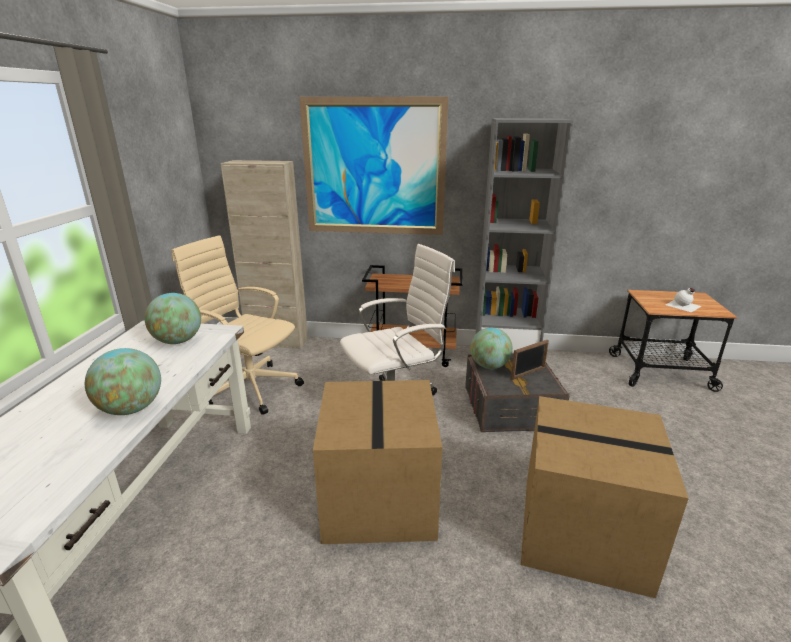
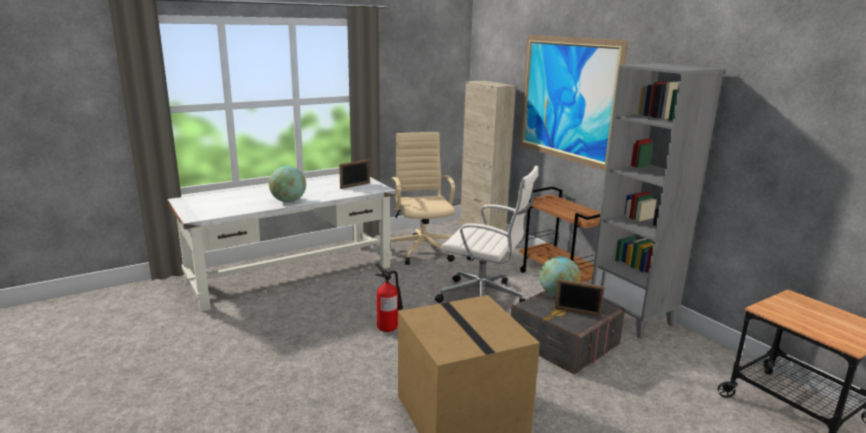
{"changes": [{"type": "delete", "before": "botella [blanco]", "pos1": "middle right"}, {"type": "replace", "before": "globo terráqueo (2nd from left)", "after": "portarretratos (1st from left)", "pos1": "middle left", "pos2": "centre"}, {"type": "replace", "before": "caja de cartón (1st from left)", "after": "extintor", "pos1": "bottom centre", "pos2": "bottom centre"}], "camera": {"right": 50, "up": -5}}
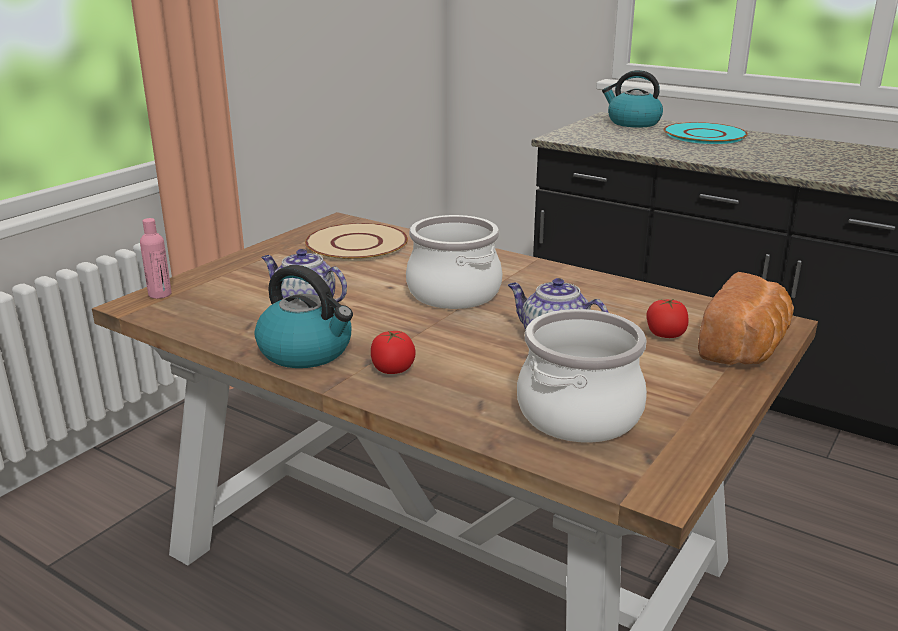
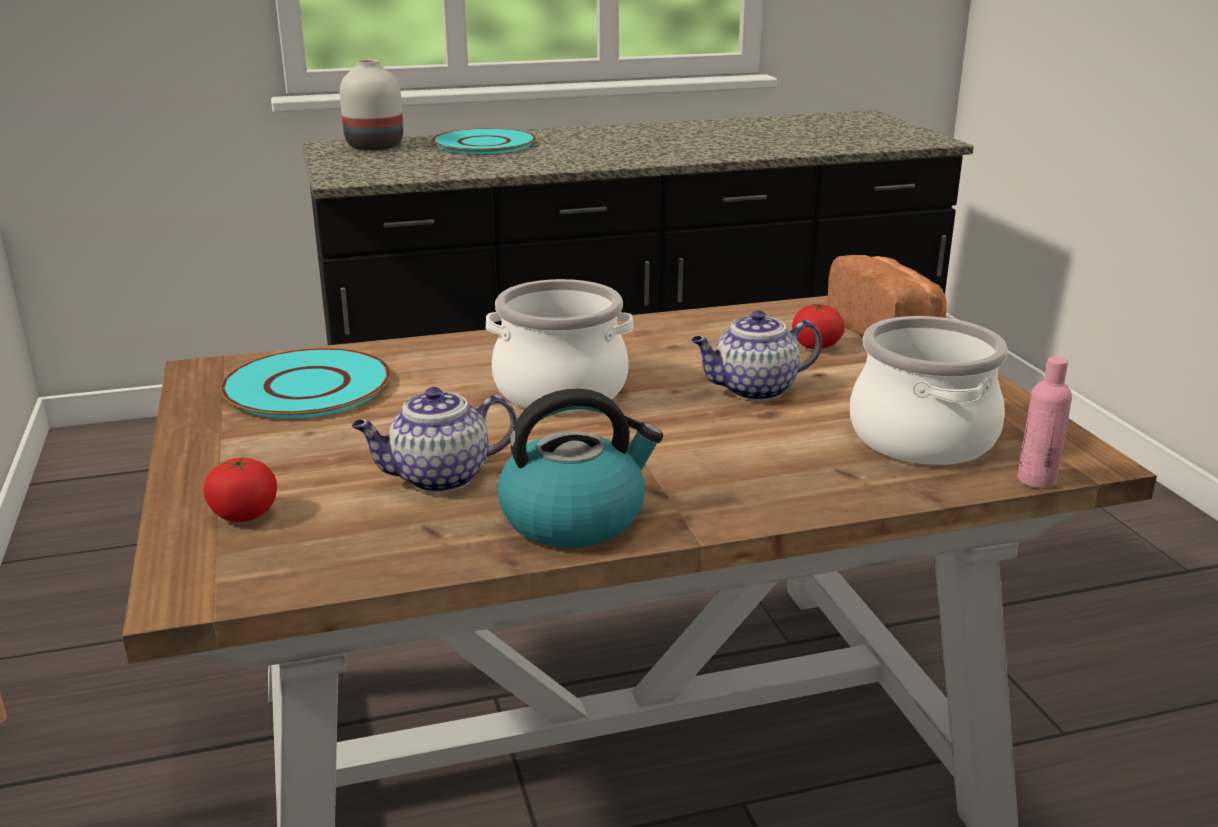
{"changes": [{"type": "replace", "before": "hervidor (2nd from left)", "after": "florero [blanco]", "pos1": "top right", "pos2": "top left"}, {"type": "move", "before": "botella [rosa]", "pos1": "middle left", "pos2": "middle right"}, {"type": "recolor", "before": "plato [beis]", "after": "plato [turquesa] (1st from left)", "pos1": "centre", "pos2": "middle left"}, {"type": "move", "before": "tomate (1st from left)", "pos1": "centre", "pos2": "middle left"}], "camera": {"right": -50, "up": 0}}
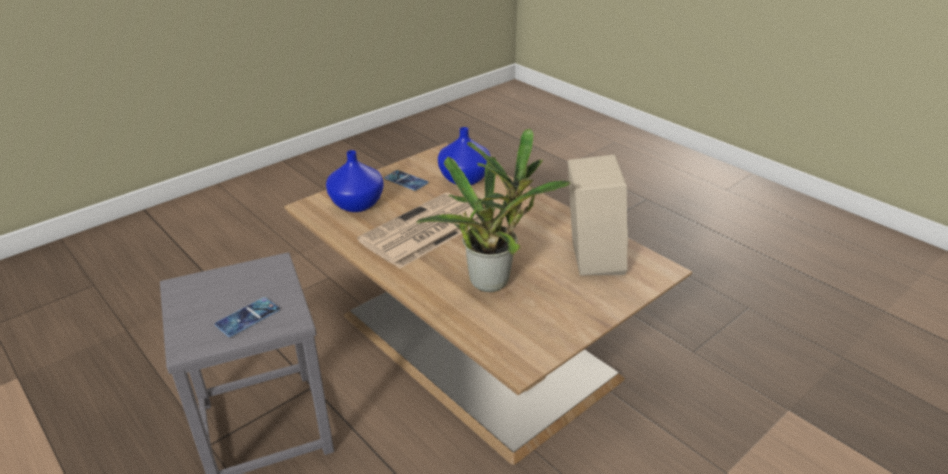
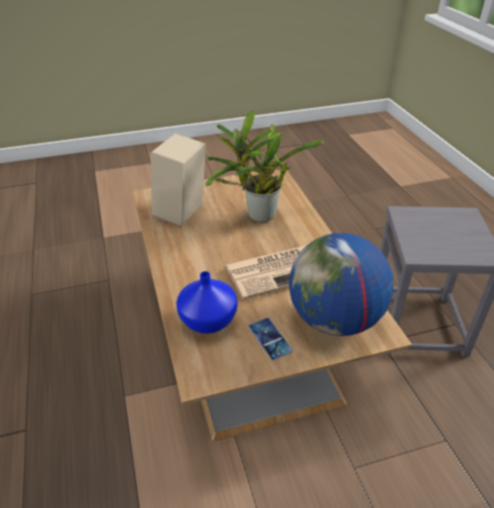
{"changes": [{"type": "replace", "before": "florero [azul] (1st from left)", "after": "globo terráqueo", "pos1": "centre", "pos2": "middle right"}, {"type": "delete", "before": "móvil (1st from left)", "pos1": "bottom left"}], "camera": {"right": -155, "up": 5}}
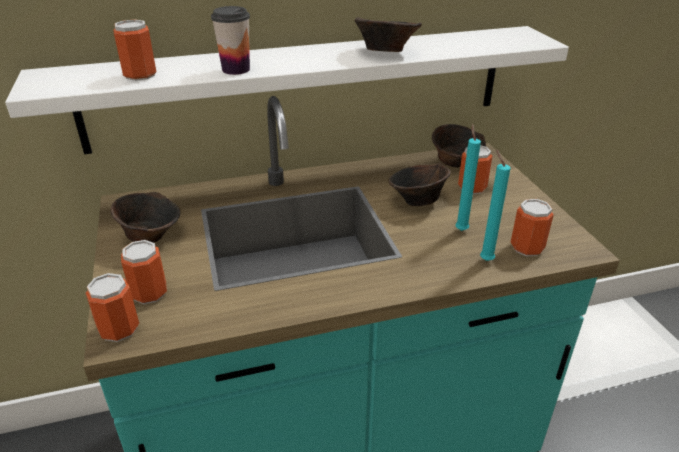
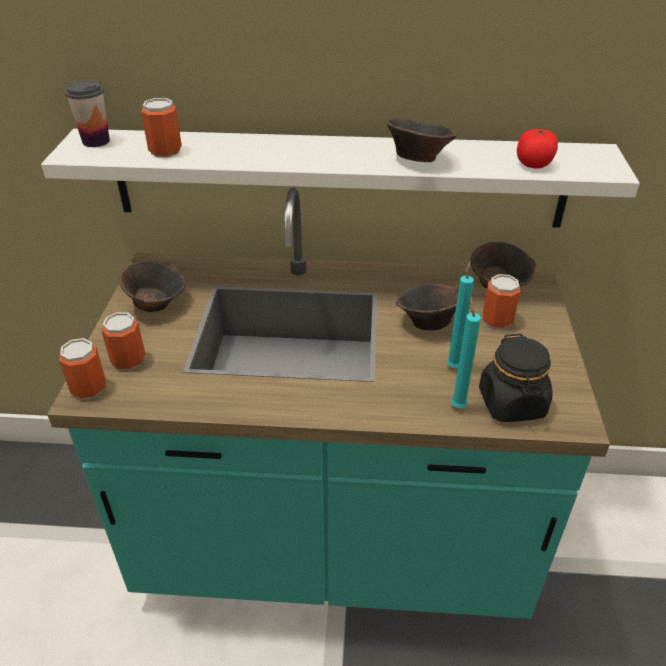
{"changes": [{"type": "move", "before": "taza", "pos1": "top centre", "pos2": "top left"}, {"type": "replace", "before": "lata (5th from left)", "after": "tarro [negro]", "pos1": "middle right", "pos2": "middle right"}, {"type": "insert", "after": "tomate", "pos2": "top right"}], "camera": {"right": 20, "up": 5}}
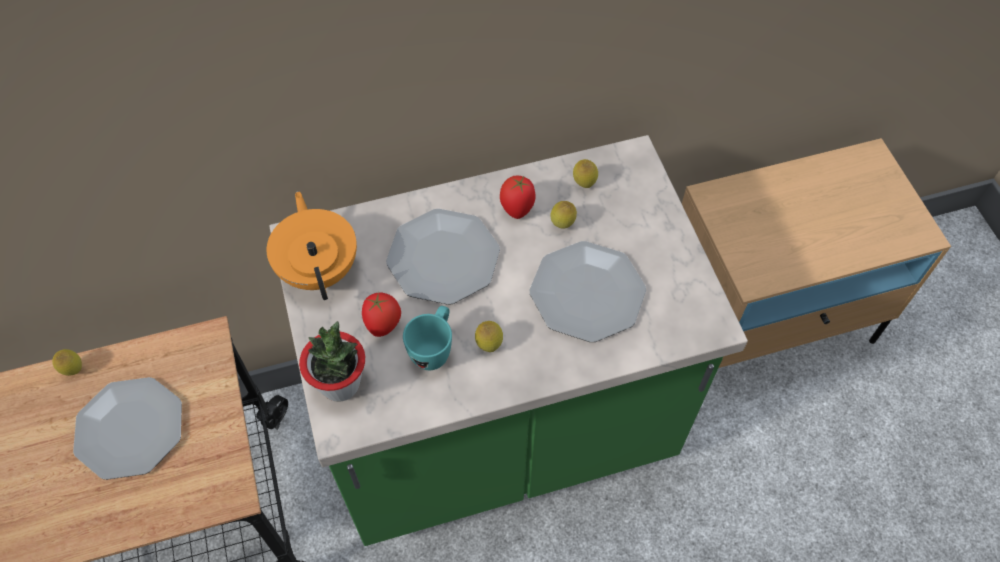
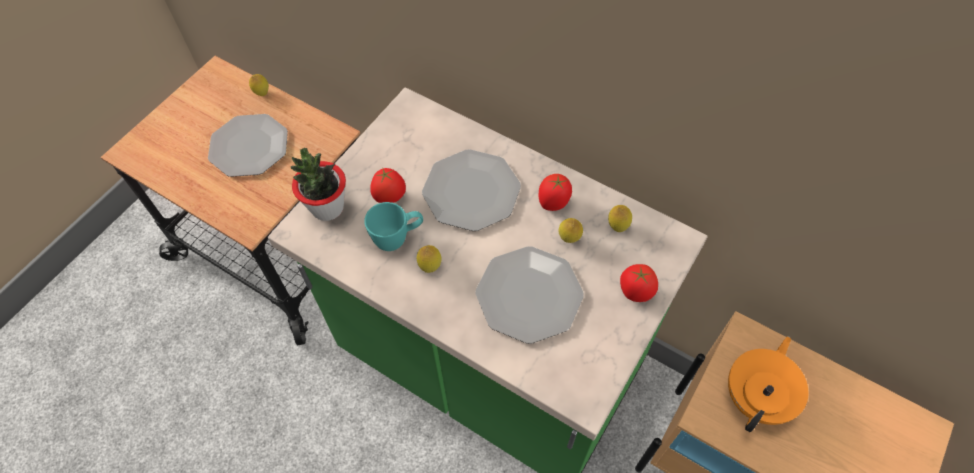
{"changes": [{"type": "move", "before": "tetera [naranja]", "pos1": "middle left", "pos2": "bottom right"}, {"type": "insert", "after": "tomate (3rd from left)", "pos2": "centre"}], "camera": {"right": 50, "up": 0}}
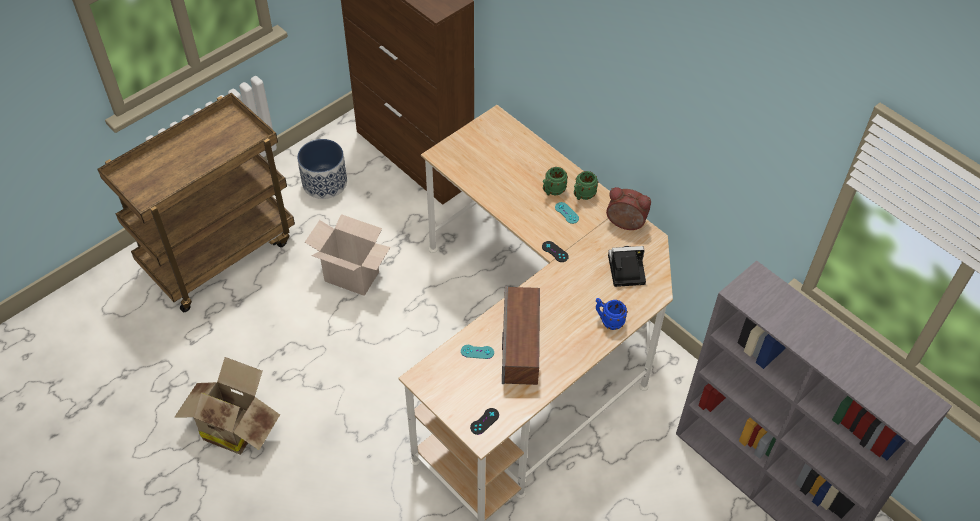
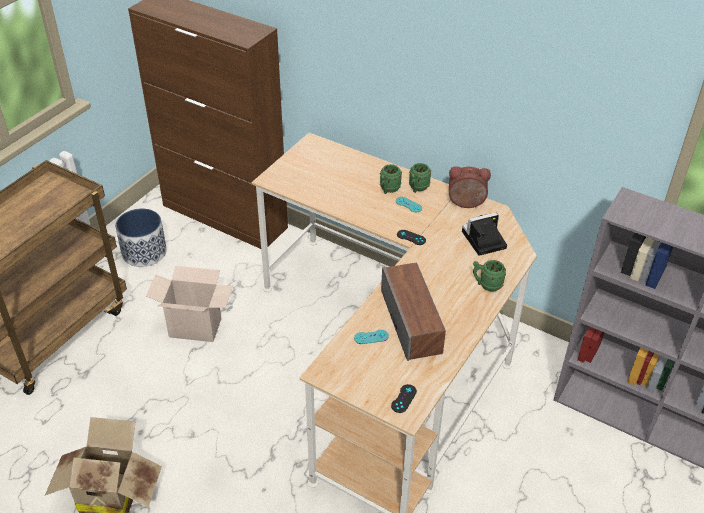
{"changes": [{"type": "recolor", "before": "taza grande [azul]", "after": "taza grande [verde] (3rd from left)", "pos1": "centre", "pos2": "middle right"}], "camera": {"right": -15, "up": -10}}
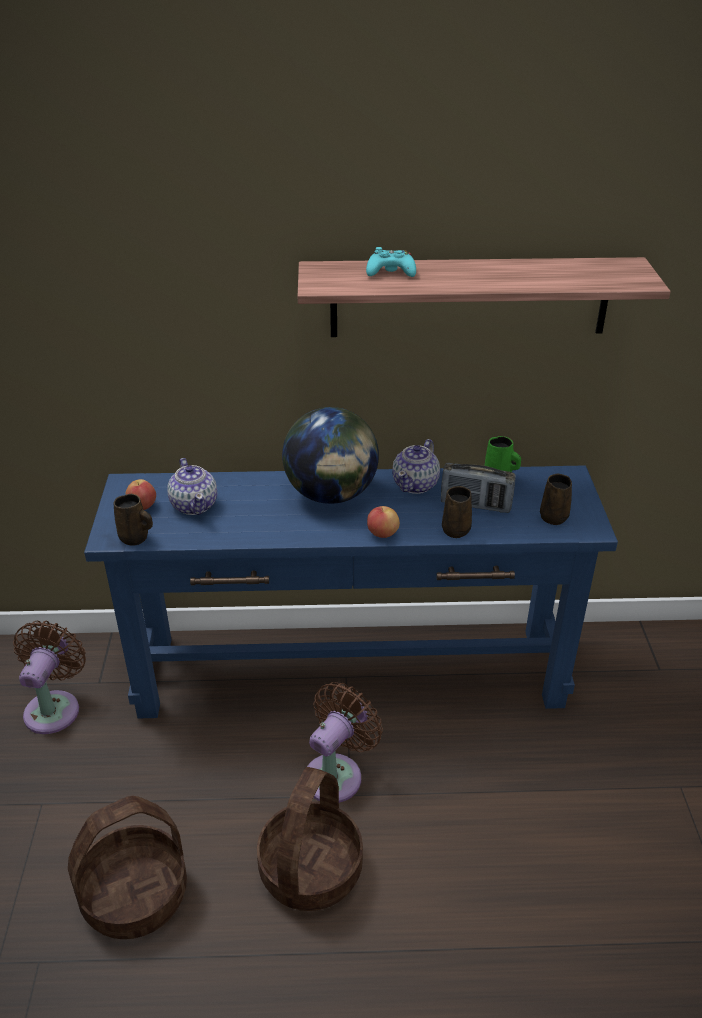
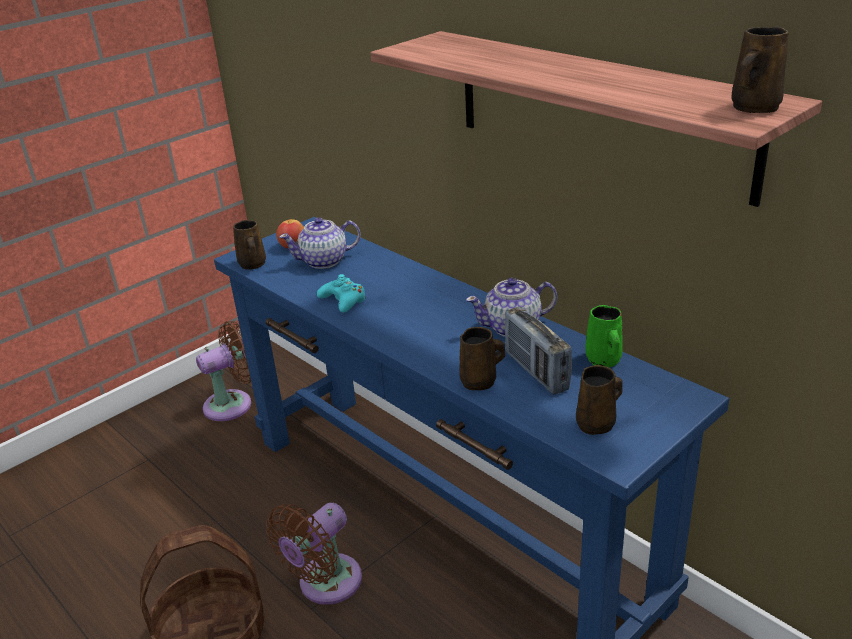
{"changes": [{"type": "move", "before": "mando de consola [turquesa]", "pos1": "top centre", "pos2": "centre"}, {"type": "delete", "before": "globo terráqueo", "pos1": "centre"}, {"type": "rotate", "before": "tetera (1st from left)", "pos1": "middle left", "pos2": "centre", "turn": 45}, {"type": "delete", "before": "manzana (2nd from left)", "pos1": "centre"}, {"type": "rotate", "before": "ventilador [marrón] (2nd from left)", "pos1": "bottom centre", "pos2": "bottom centre", "turn": 135}, {"type": "delete", "before": "cesta (1st from left)", "pos1": "bottom left"}, {"type": "insert", "after": "taza grande [marrón] (4th from left)", "pos2": "top right"}], "camera": {"right": 50, "up": -5}}
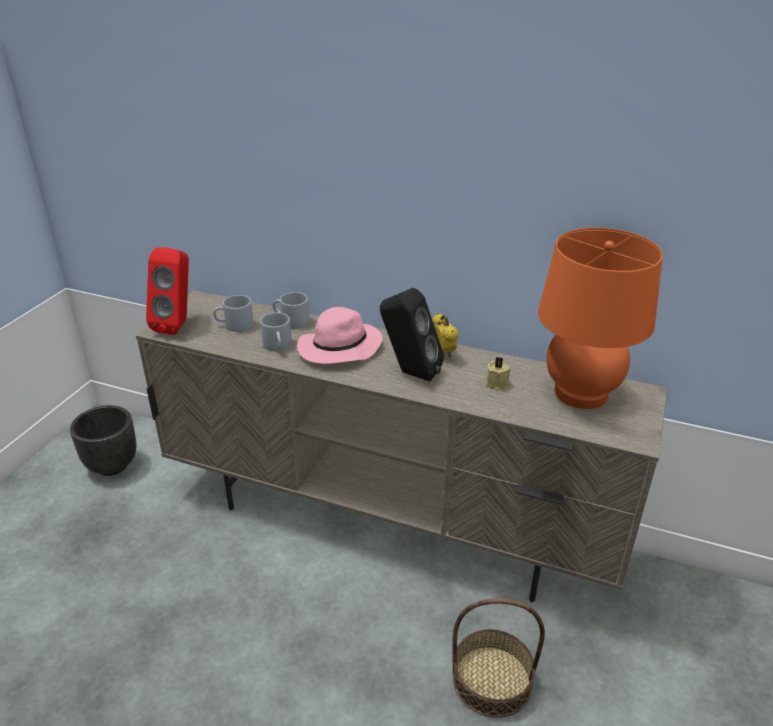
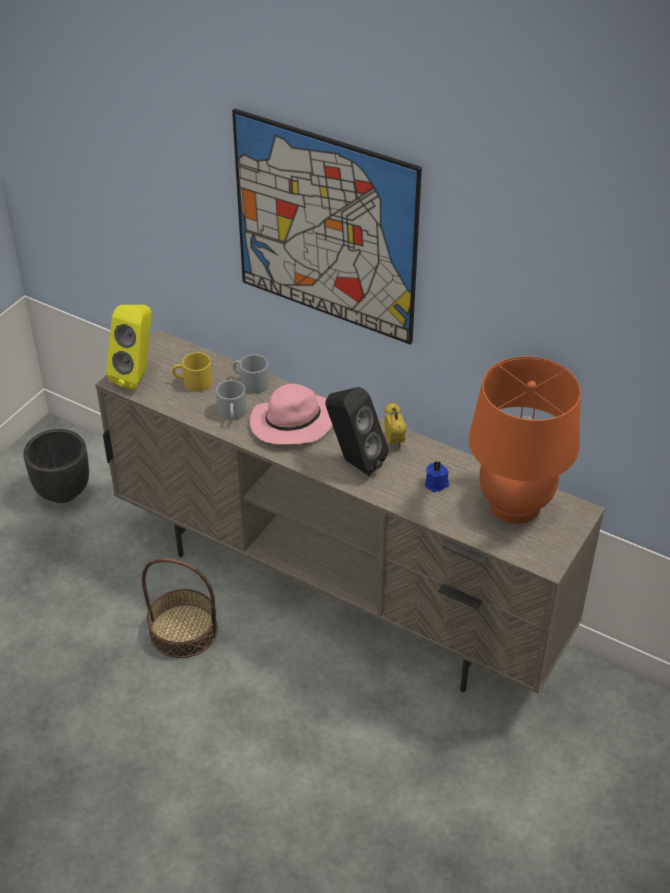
{"changes": [{"type": "recolor", "before": "altavoz [rojo]", "after": "altavoz [amarillo]", "pos1": "middle left", "pos2": "middle left"}, {"type": "recolor", "before": "taza grande [gris] (1st from left)", "after": "taza grande [amarillo]", "pos1": "middle left", "pos2": "middle left"}, {"type": "recolor", "before": "vela [beis]", "after": "vela [azul]", "pos1": "centre", "pos2": "centre"}, {"type": "move", "before": "cesta", "pos1": "bottom centre", "pos2": "bottom left"}, {"type": "insert", "after": "cuadro", "pos2": "top centre"}], "camera": {"right": 10, "up": 10}}
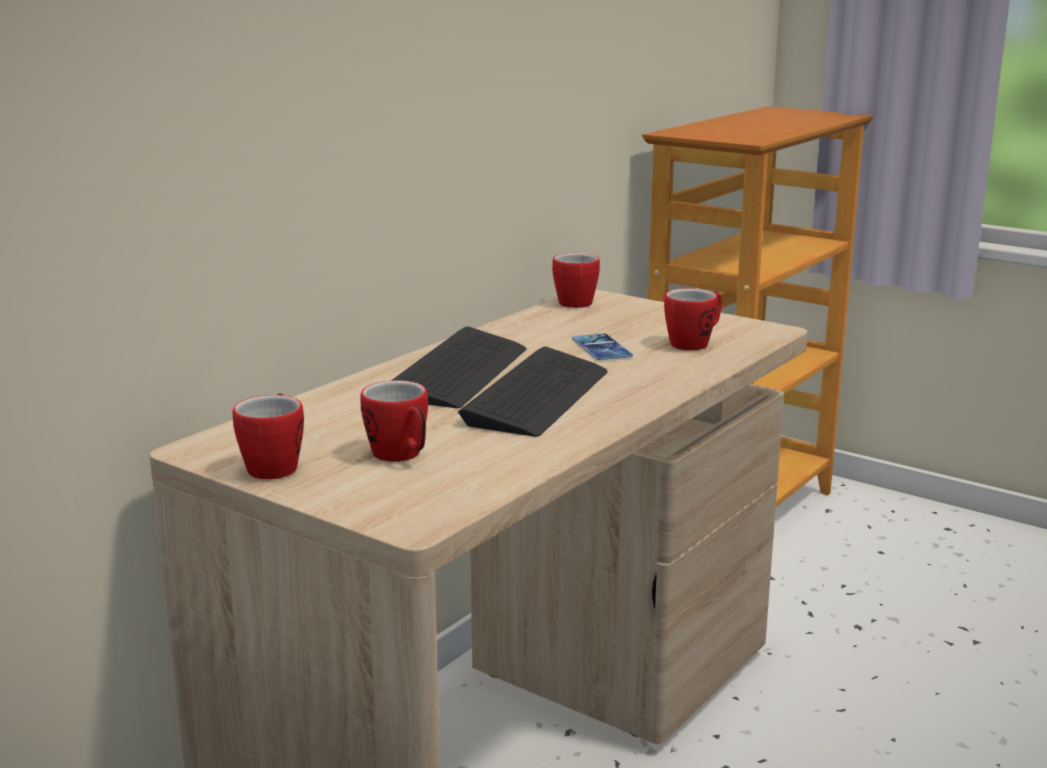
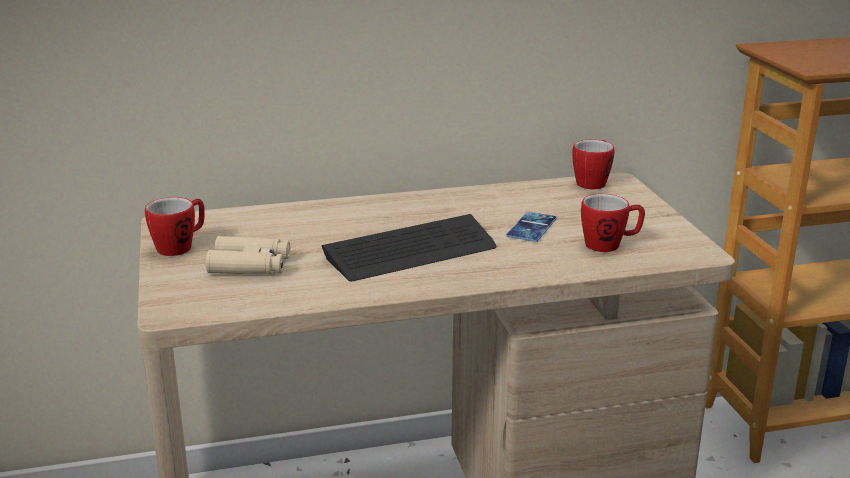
{"changes": [{"type": "delete", "before": "teclado (1st from left)", "pos1": "centre"}, {"type": "replace", "before": "taza grande (2nd from left)", "after": "prismáticos [beis]", "pos1": "centre", "pos2": "middle left"}], "camera": {"right": 40, "up": 5}}
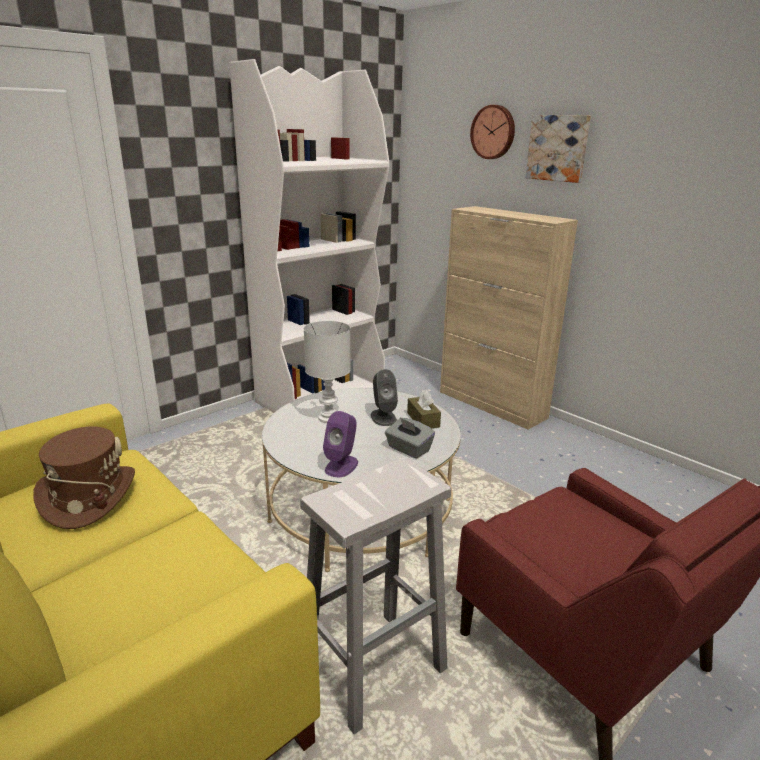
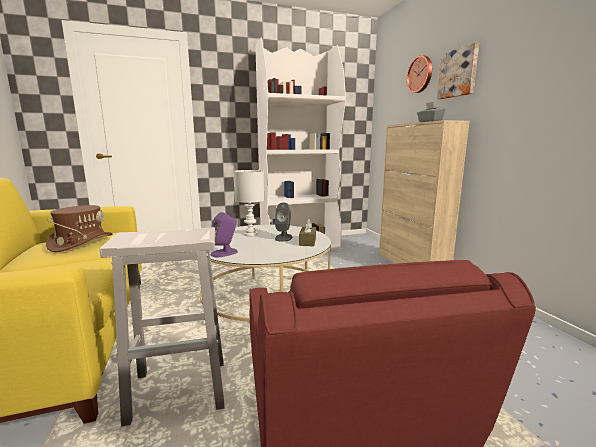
{"changes": [{"type": "move", "before": "caja de pañuelos [gris]", "pos1": "centre", "pos2": "top right"}], "camera": {"right": 25, "up": -10}}
